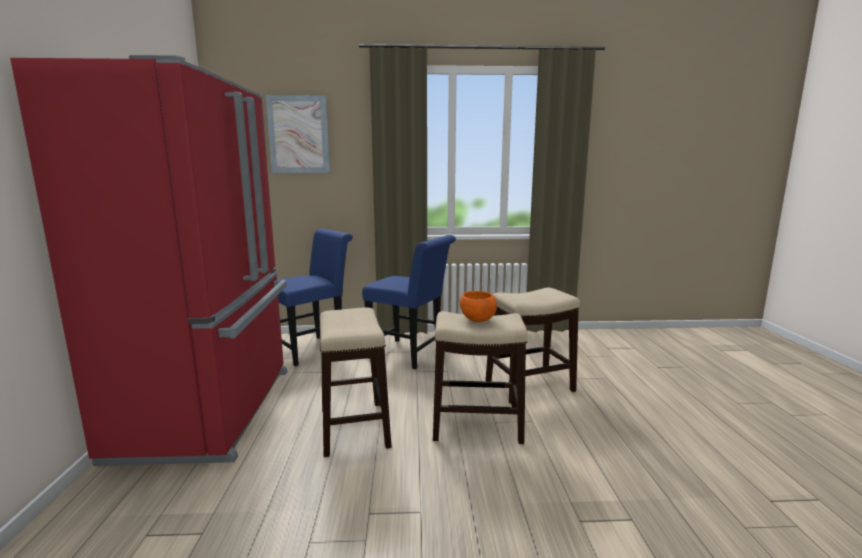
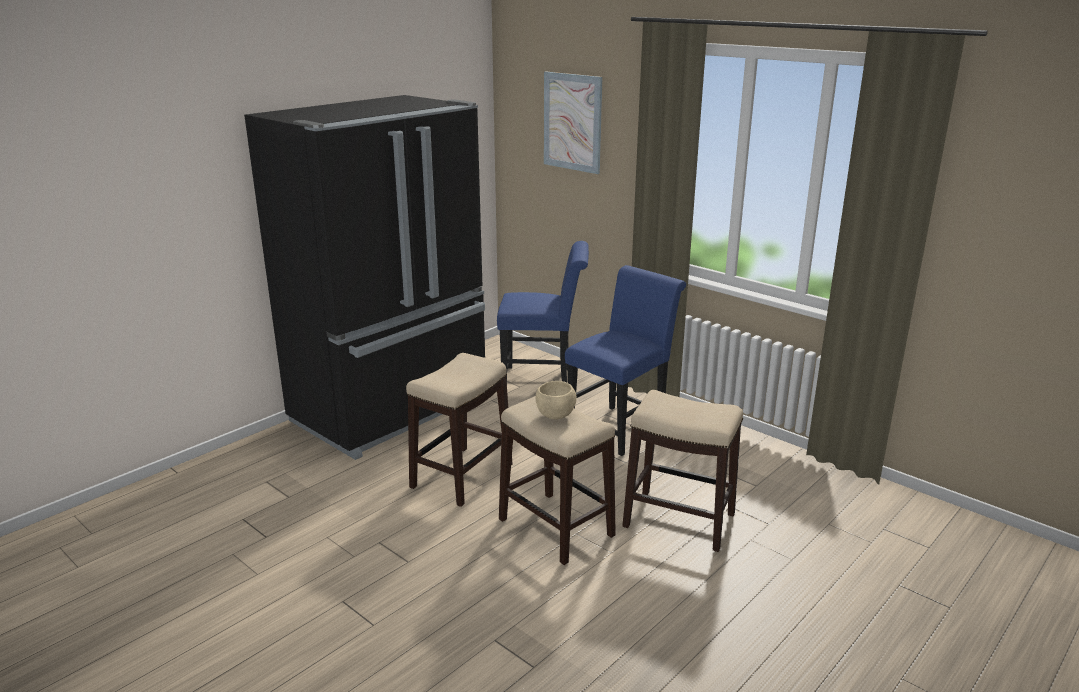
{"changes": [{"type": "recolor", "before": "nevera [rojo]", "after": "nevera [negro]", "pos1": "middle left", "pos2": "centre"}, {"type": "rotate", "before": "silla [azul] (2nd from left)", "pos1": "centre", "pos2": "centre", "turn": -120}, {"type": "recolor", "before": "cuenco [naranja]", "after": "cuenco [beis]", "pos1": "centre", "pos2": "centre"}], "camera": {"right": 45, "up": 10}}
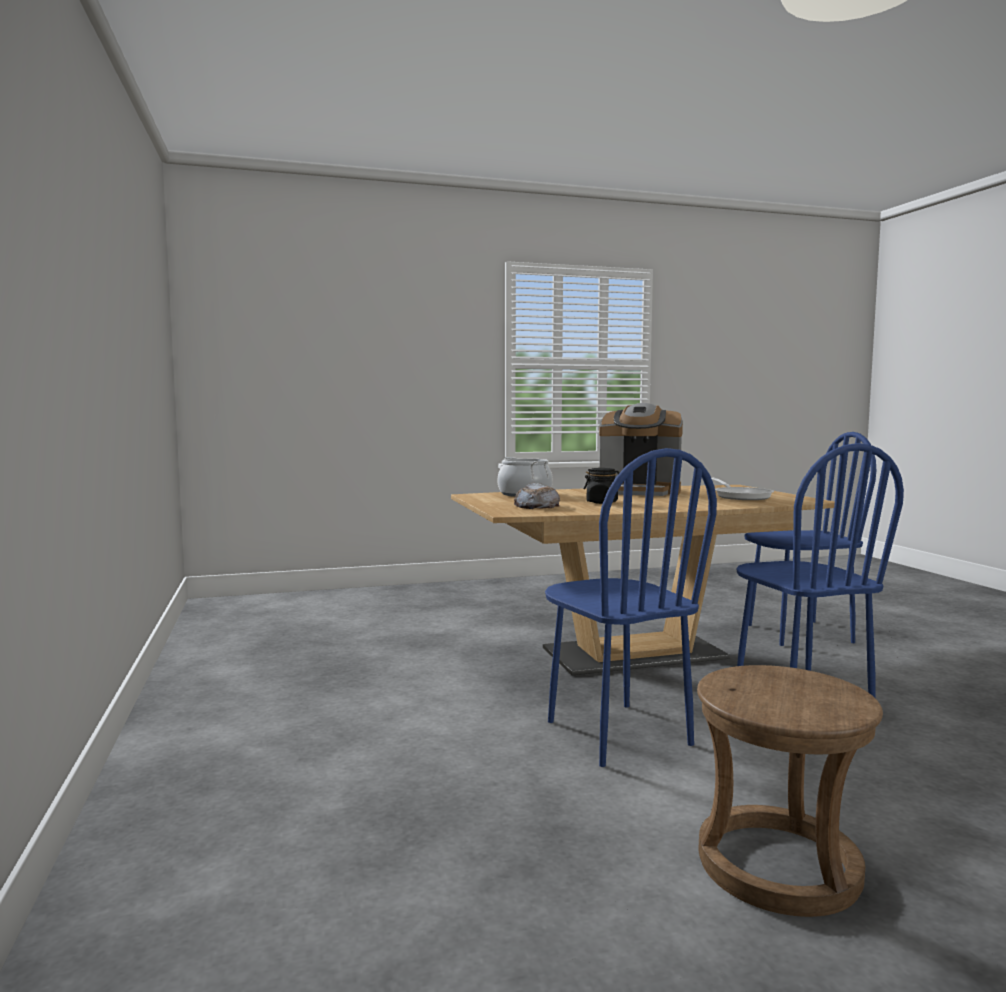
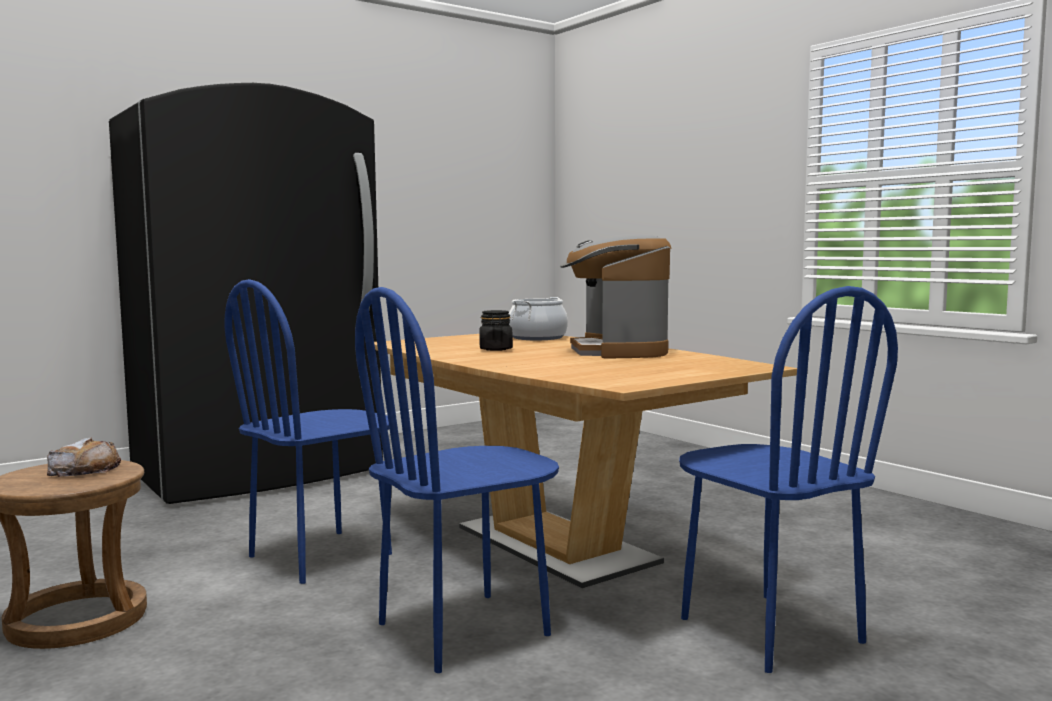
{"changes": [{"type": "delete", "before": "sartén", "pos1": "middle right"}, {"type": "move", "before": "pan", "pos1": "centre", "pos2": "middle left"}, {"type": "insert", "after": "nevera [negro]", "pos2": "middle left"}], "camera": {"right": 70, "up": 0}}
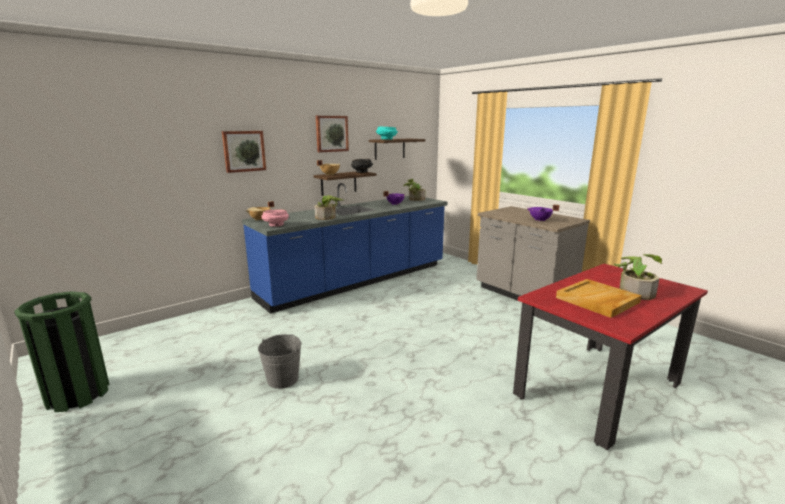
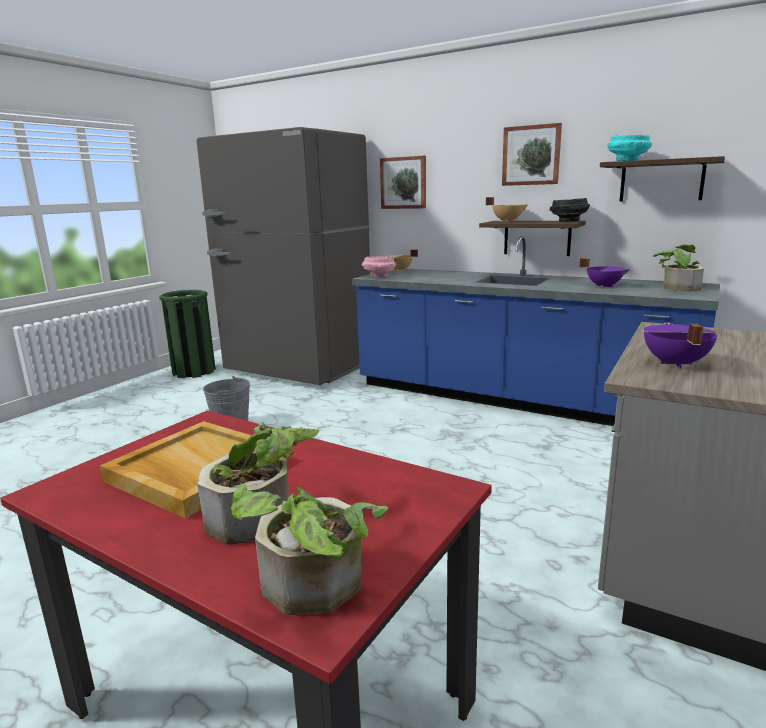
{"changes": [{"type": "move", "before": "planta en maceta (1st from left in the first image)", "after": "planta en maceta (2nd from left)", "pos1": "centre", "pos2": "bottom centre"}, {"type": "insert", "after": "nevera [gris]", "pos2": "centre"}], "camera": {"right": 70, "up": 0}}
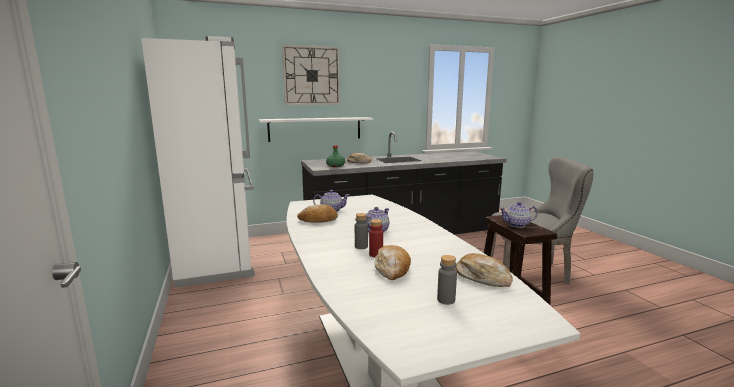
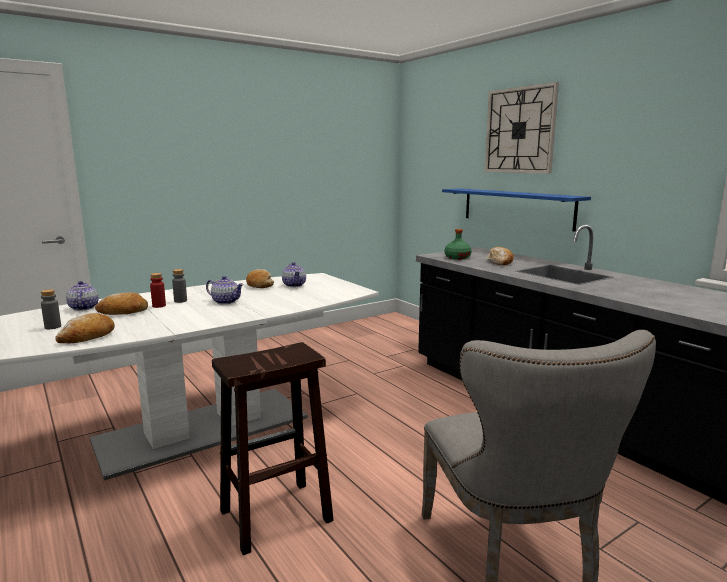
{"changes": [{"type": "delete", "before": "nevera [blanco]", "pos1": "middle left"}, {"type": "recolor", "before": "estante [blanco]", "after": "estante [azul]", "pos1": "centre", "pos2": "middle right"}, {"type": "move", "before": "tetera (3rd from left in the first image)", "after": "tetera (1st from left)", "pos1": "middle right", "pos2": "middle left"}], "camera": {"right": 75, "up": 0}}
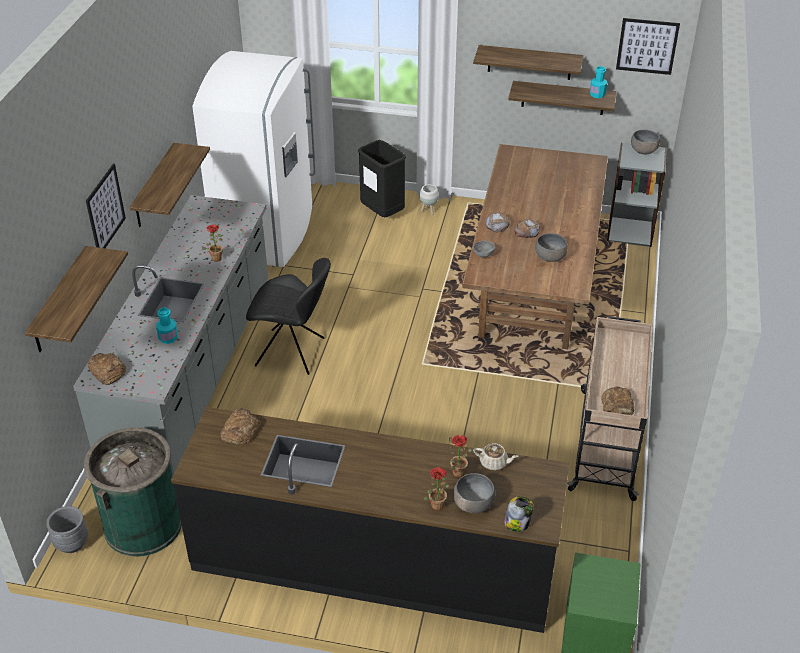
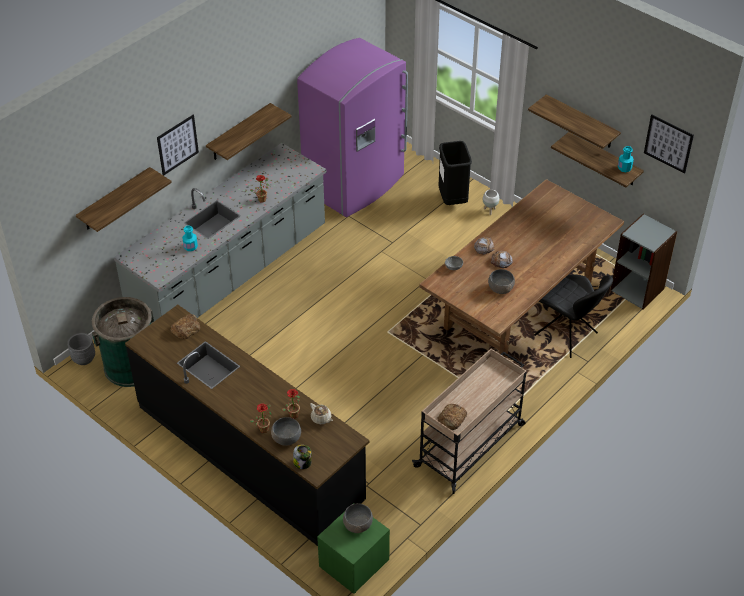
{"changes": [{"type": "recolor", "before": "nevera [blanco]", "after": "nevera [morado]", "pos1": "top left", "pos2": "top centre"}, {"type": "move", "before": "cuenco [gris] (4th from left in the first image)", "after": "cuenco [gris] (2nd from left)", "pos1": "top right", "pos2": "bottom centre"}, {"type": "move", "before": "silla [negro]", "pos1": "centre", "pos2": "middle right"}, {"type": "delete", "before": "pan (1st from left)", "pos1": "middle left"}], "camera": {"right": 30, "up": 5}}
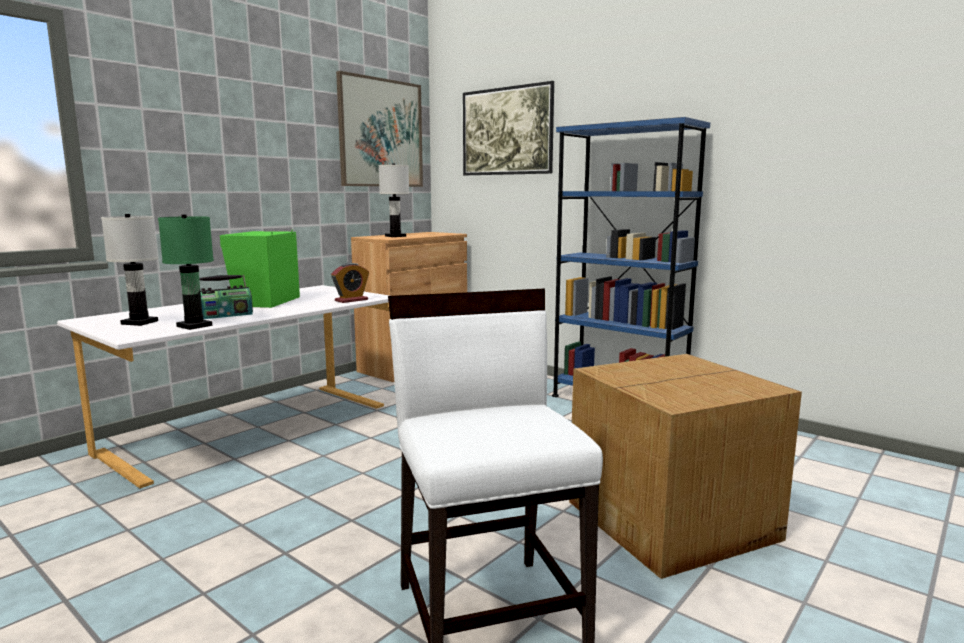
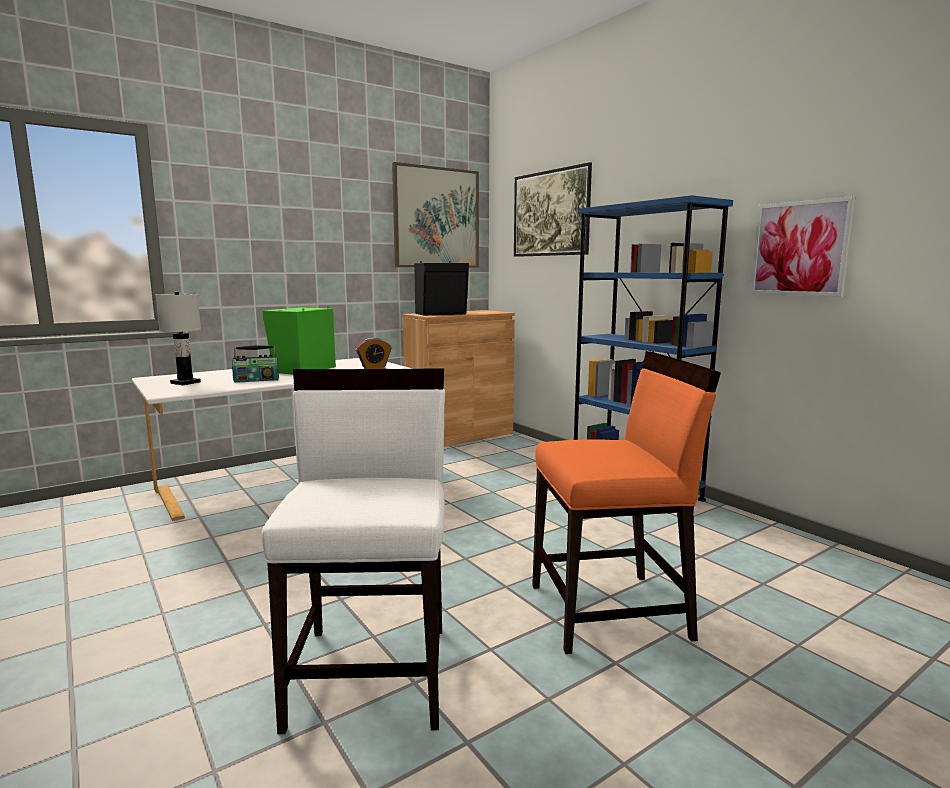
{"changes": [{"type": "replace", "before": "lámpara de mesa [blanco] (2nd from left)", "after": "altavoz [negro]", "pos1": "top centre", "pos2": "centre"}, {"type": "delete", "before": "lámpara de mesa [verde]", "pos1": "middle left"}, {"type": "replace", "before": "caja de cartón", "after": "silla [naranja]", "pos1": "bottom right", "pos2": "centre"}, {"type": "insert", "after": "cuadro (3rd from left)", "pos2": "top right"}], "camera": {"right": 15, "up": 0}}
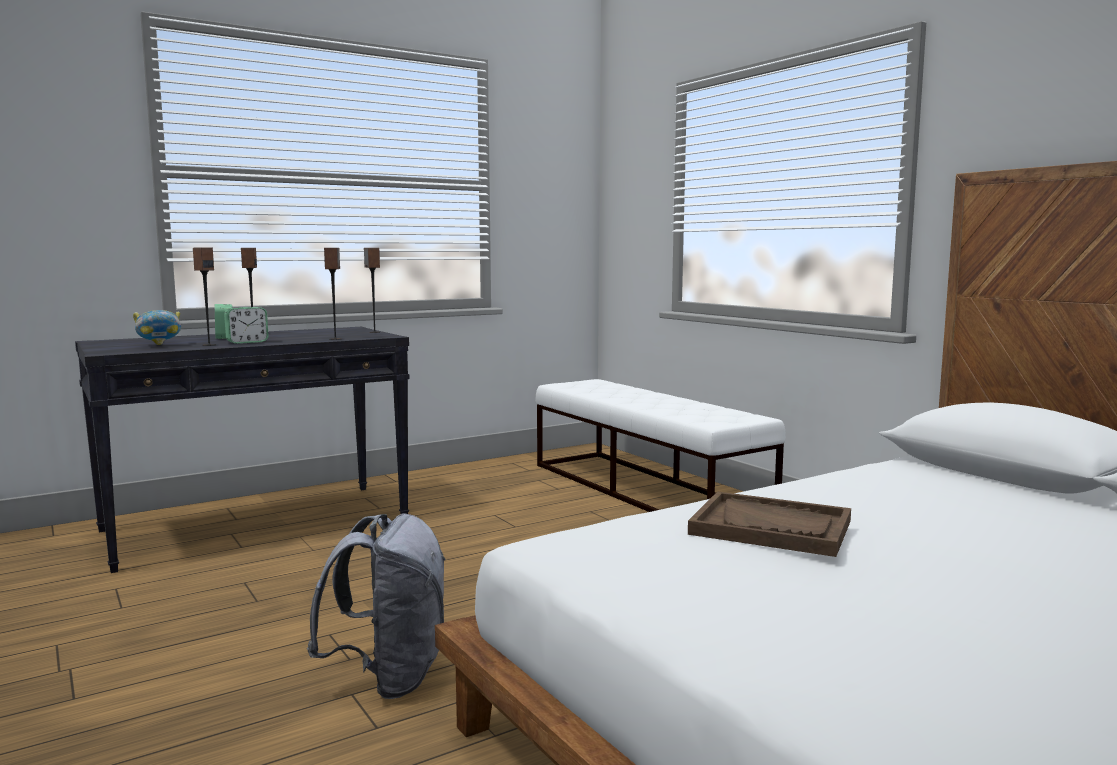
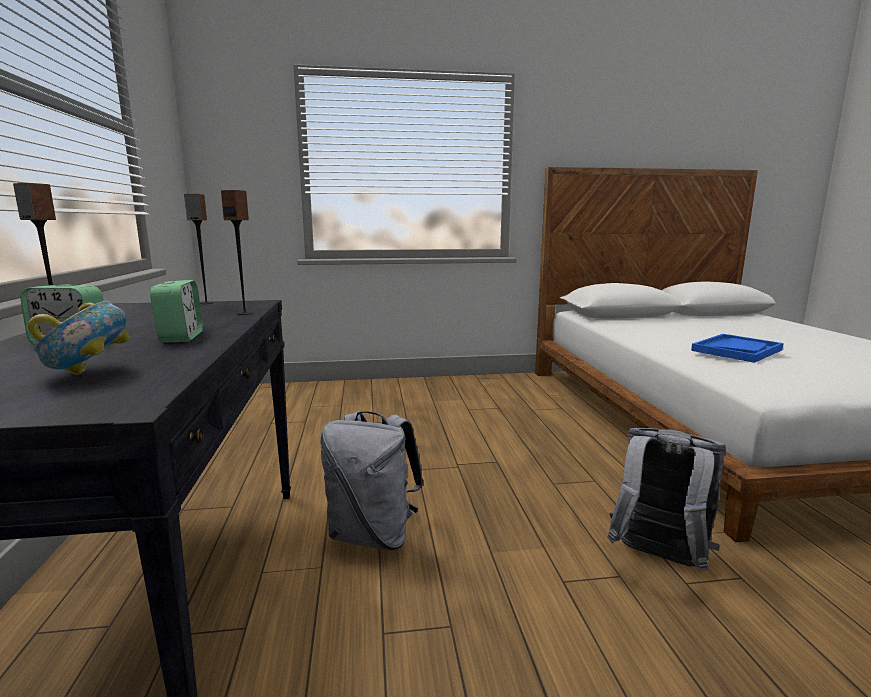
{"changes": [{"type": "delete", "before": "altavoz (1st from left)", "pos1": "middle left"}, {"type": "delete", "before": "banco [blanco]", "pos1": "centre"}, {"type": "recolor", "before": "bandeja [marrón]", "after": "bandeja [azul]", "pos1": "bottom right", "pos2": "middle right"}, {"type": "insert", "after": "mochila [gris] (1st from left)", "pos2": "bottom centre"}], "camera": {"right": -65, "up": 5}}
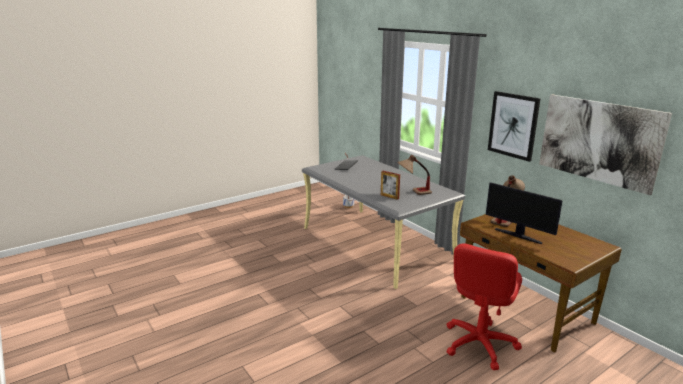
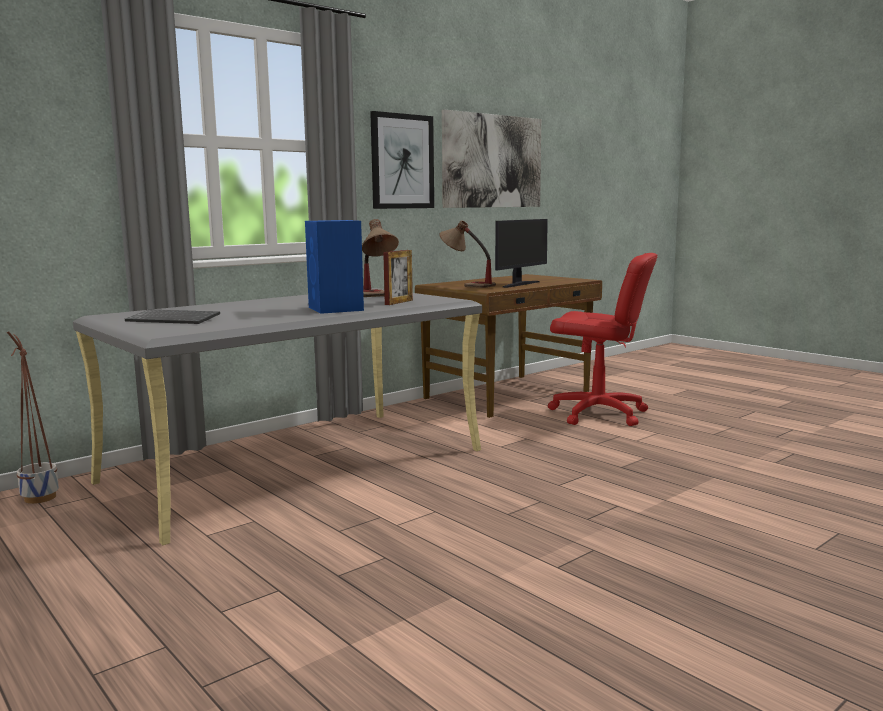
{"changes": [{"type": "insert", "after": "altavoz [azul]", "pos2": "centre"}], "camera": {"right": -95, "up": -10}}
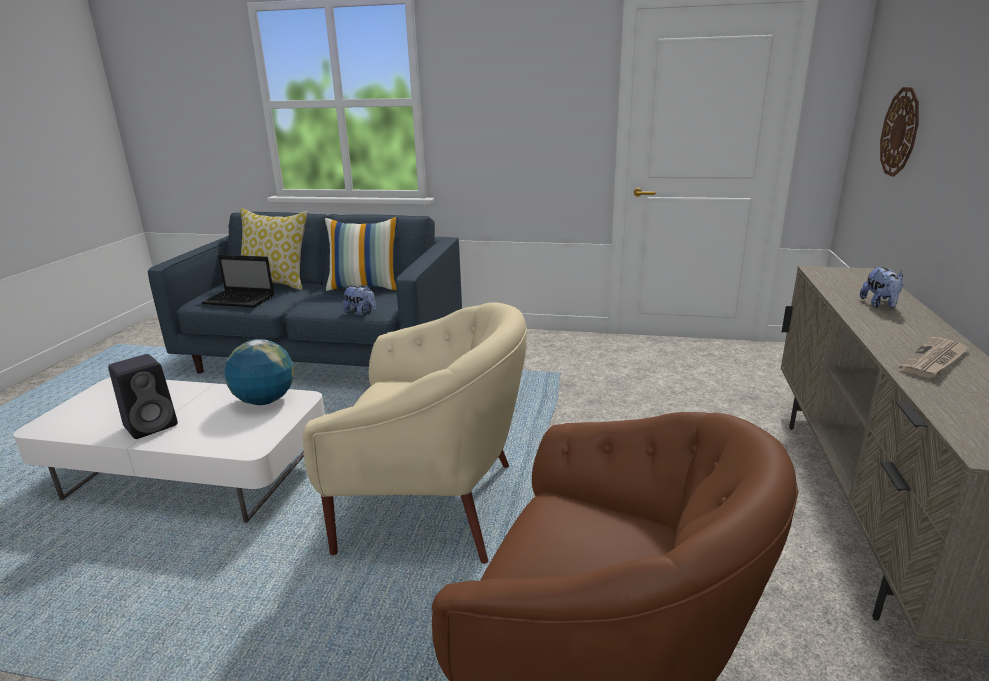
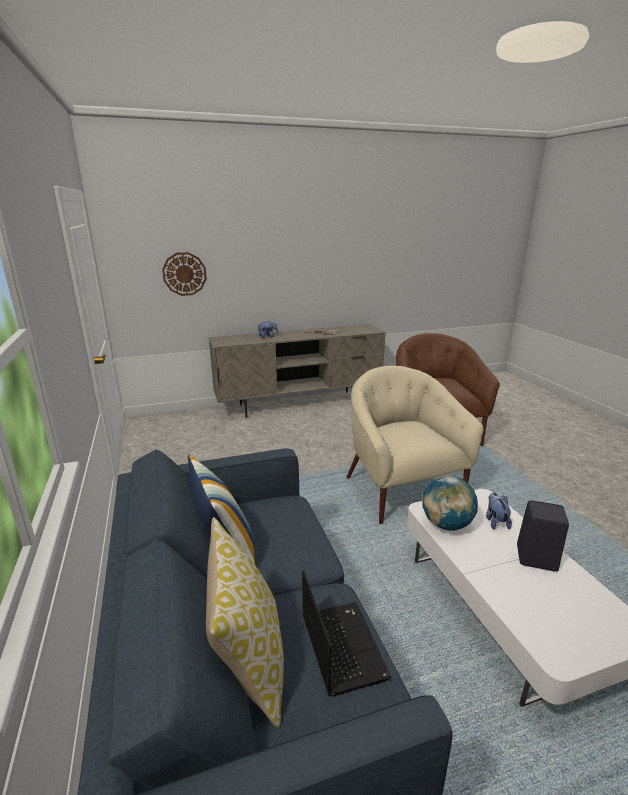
{"changes": [{"type": "move", "before": "peluche (1st from left in the first image)", "after": "peluche (2nd from left)", "pos1": "centre", "pos2": "middle right"}], "camera": {"right": -120, "up": 0}}
